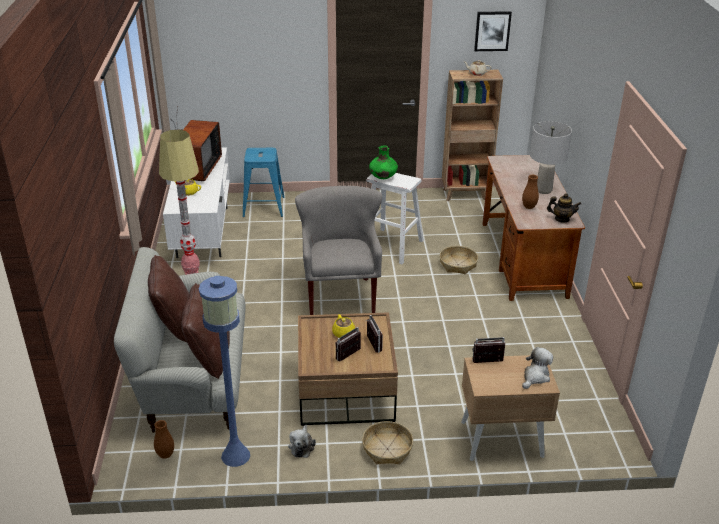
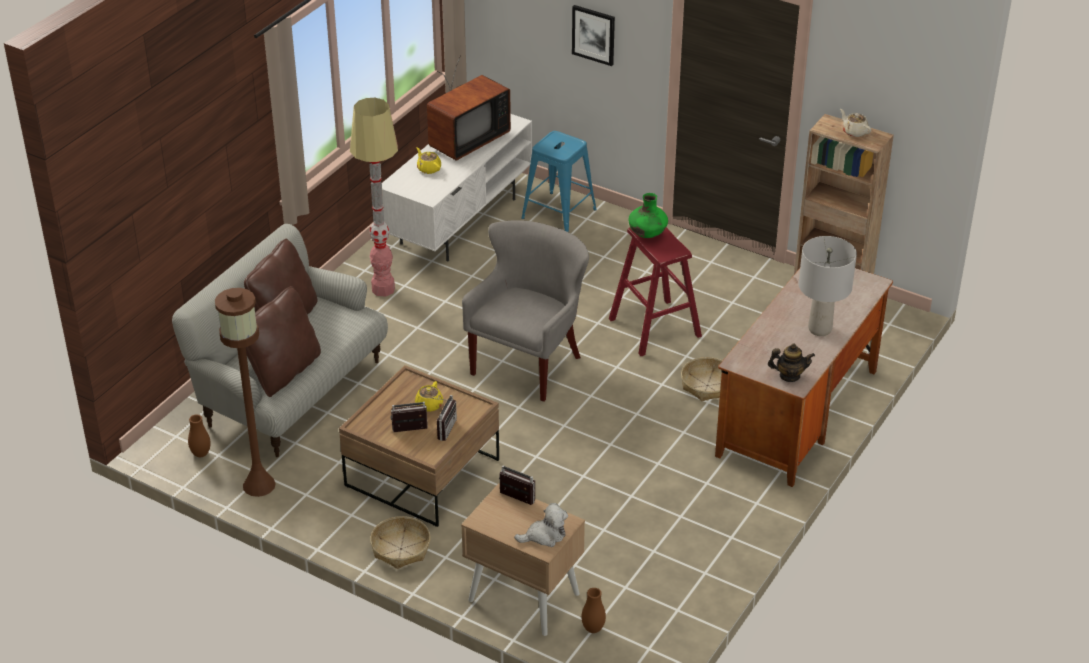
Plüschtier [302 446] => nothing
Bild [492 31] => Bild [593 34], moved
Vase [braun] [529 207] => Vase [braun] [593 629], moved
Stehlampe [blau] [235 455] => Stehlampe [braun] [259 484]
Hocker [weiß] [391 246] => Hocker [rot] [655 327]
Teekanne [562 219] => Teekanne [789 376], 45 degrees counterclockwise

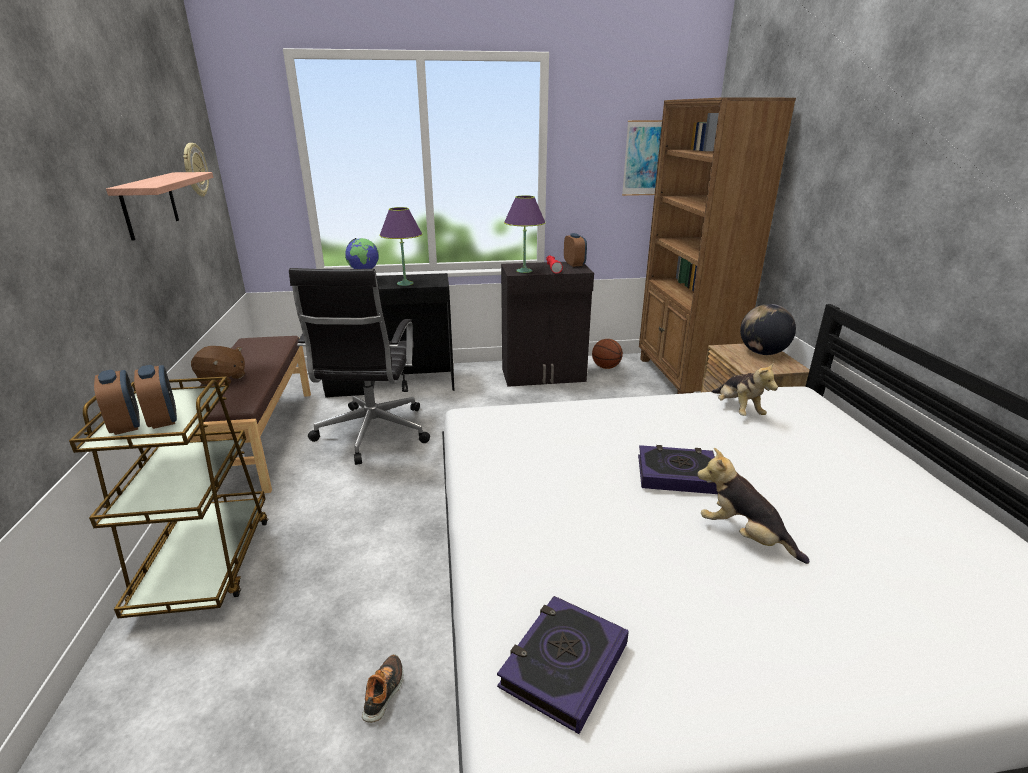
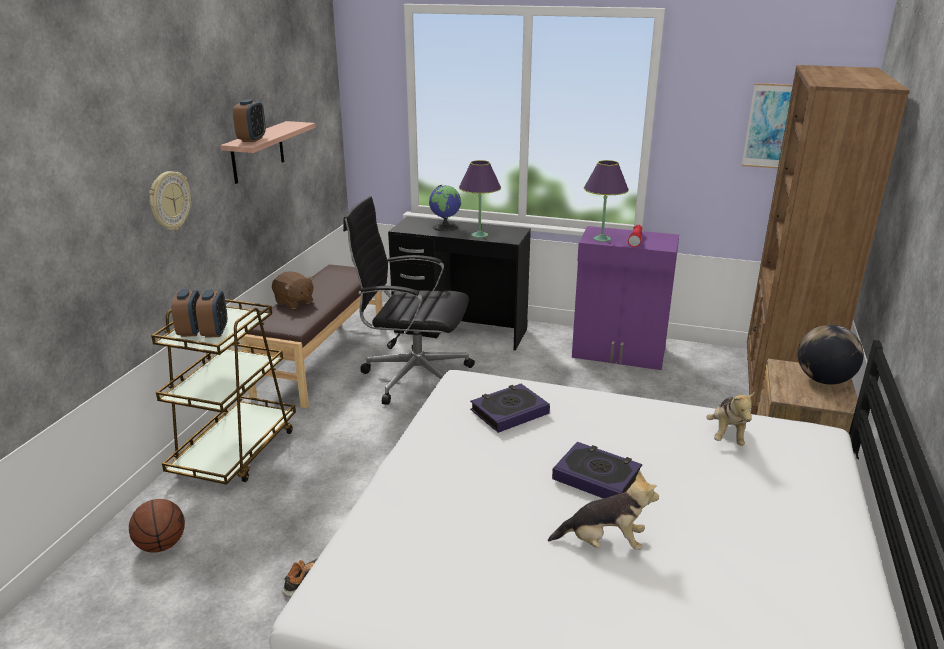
Wanduhr [194 170] => Wanduhr [169 201], moved
Buch [563 665] => Buch [509 412], moved
Wecker [574 264] => Wecker [252 139], moved
Basketball [605 367] => Basketball [161 545], moved
Schrank [schwarz] [544 375] => Schrank [lila] [619 353]
Bürostuhl [schwarz] [372 434] => Bürostuhl [schwarz] [414 377], 75 degrees clockwise
Plüschtier [744 536] => Plüschtier [604 543], 120 degrees clockwise

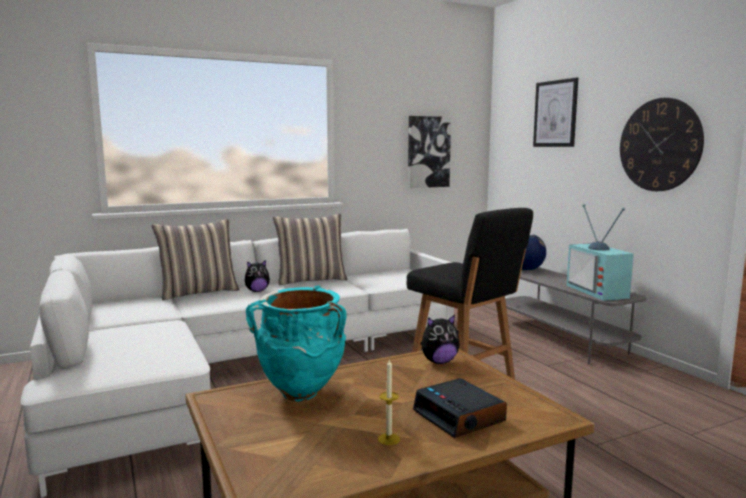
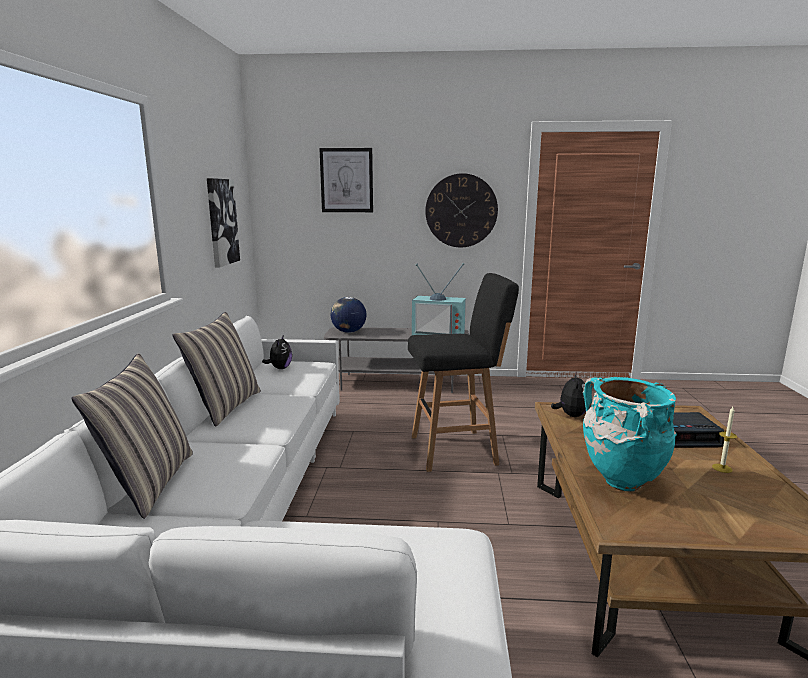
Plüschtier [257 291] => Plüschtier [280 368], moved

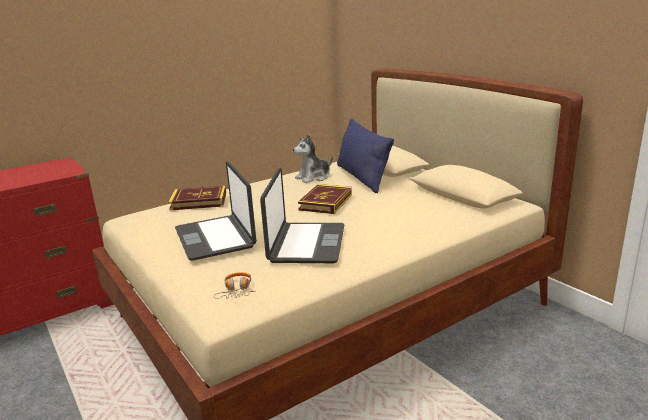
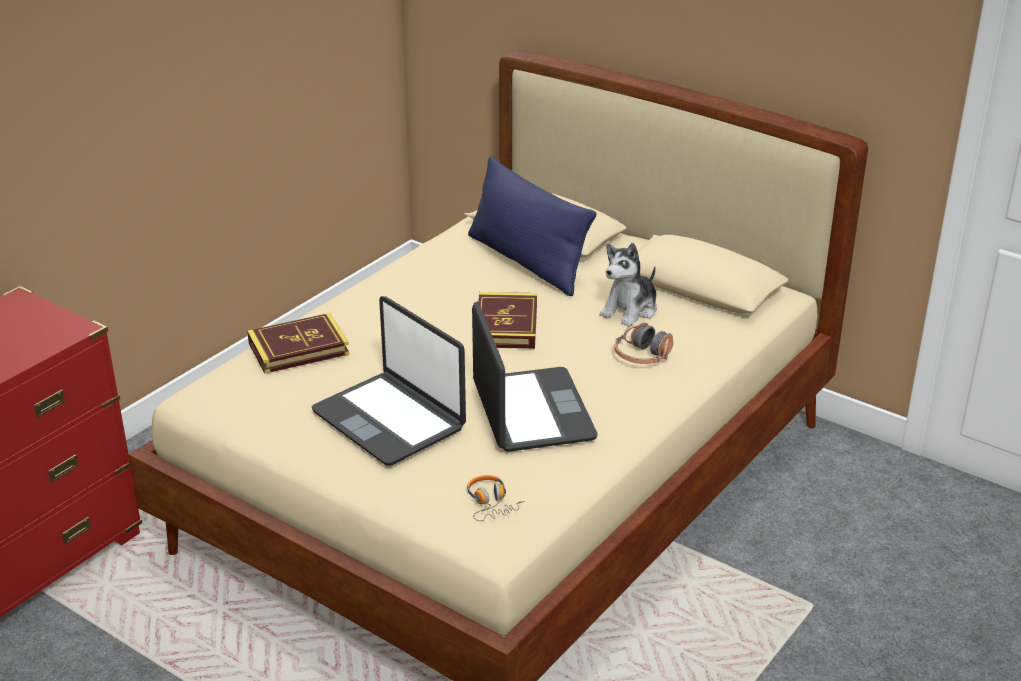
nothing => Kopfhörer [642 356]
Plüschtier [314 177] => Plüschtier [630 310], moved

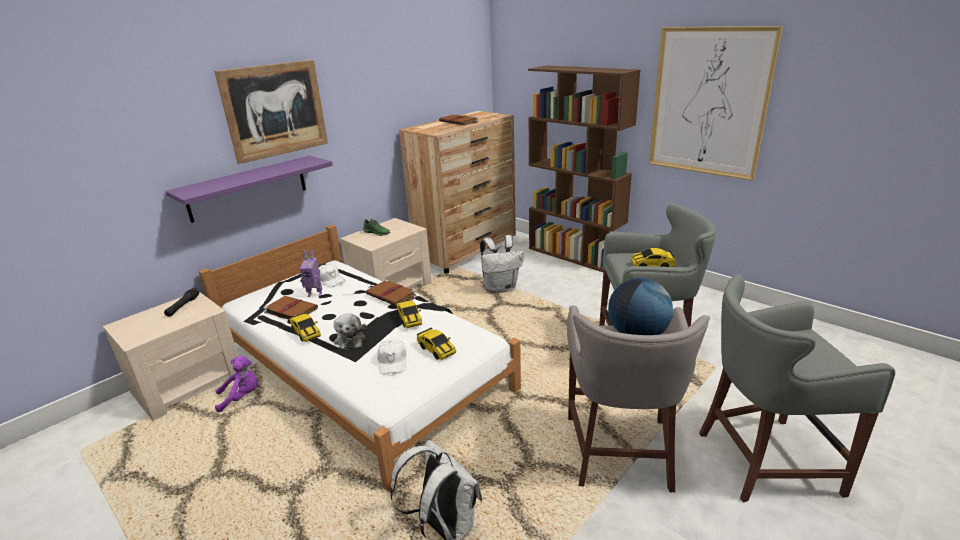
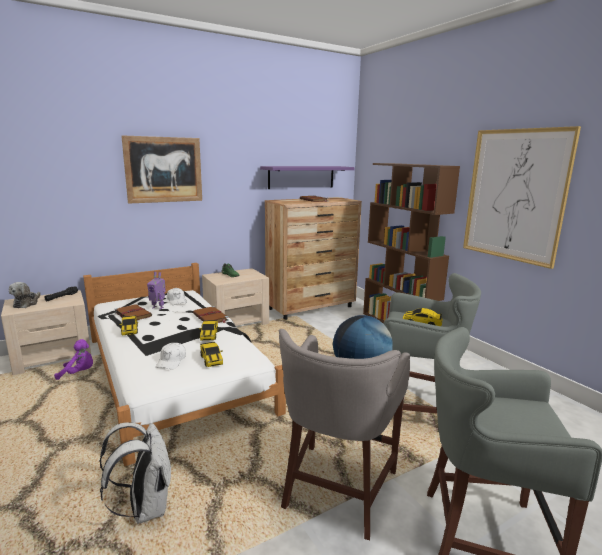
Rucksack [weiß] [501 288] => nothing
Wandregal [lila] [248 188] => Wandregal [lila] [301 177], moved
Plüschtier [350 339] => Plüschtier [27 303], moved

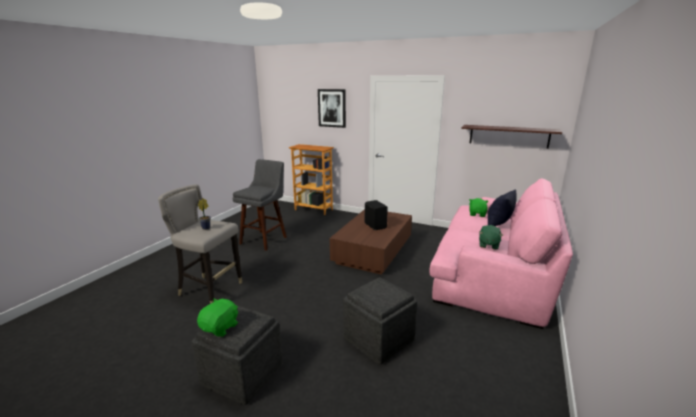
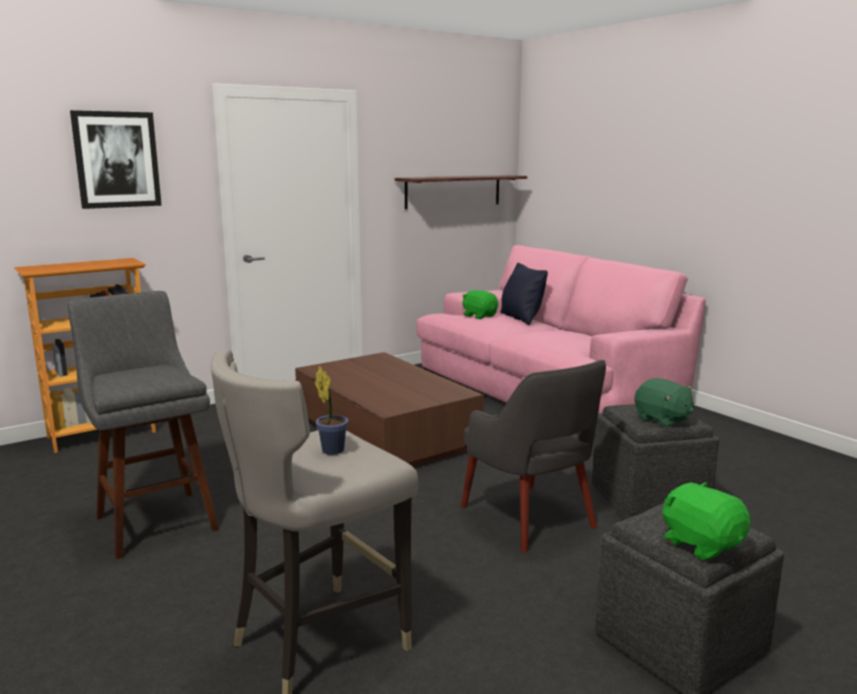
Lautsprecher [schwarz] [375 225] => nothing
nothing => Sessel [grau] [529 518]
Plüschtier [grün] [488 245] => Plüschtier [grün] [662 420], moved

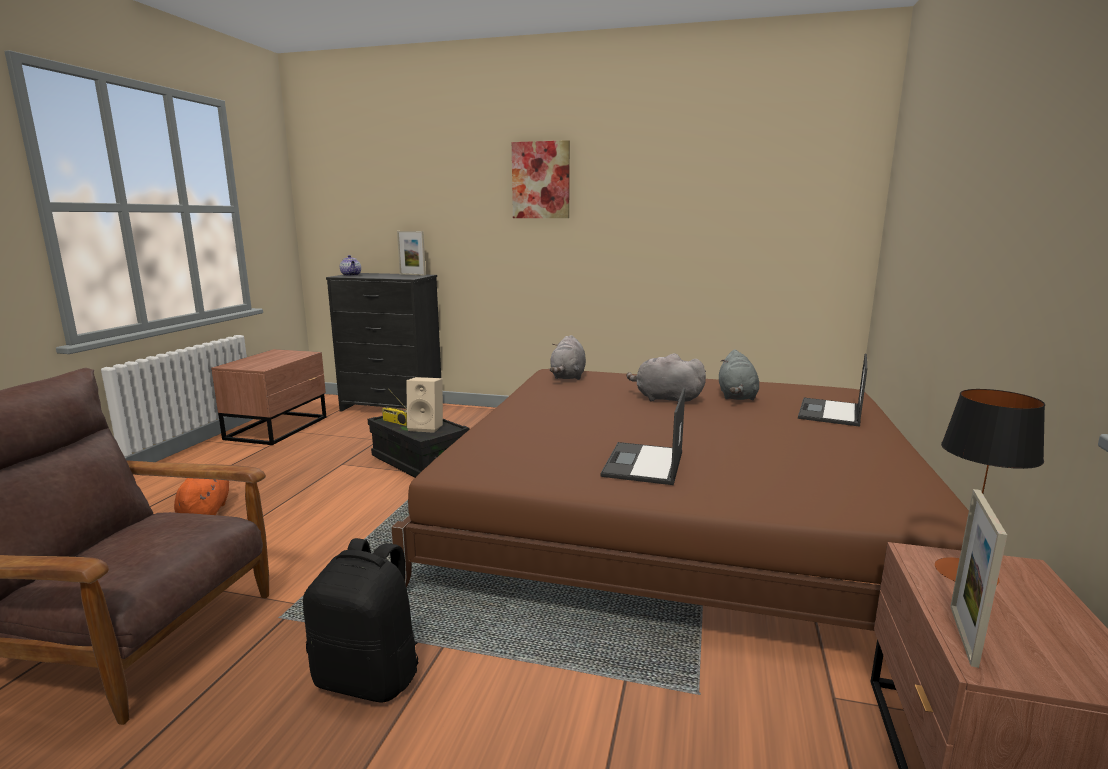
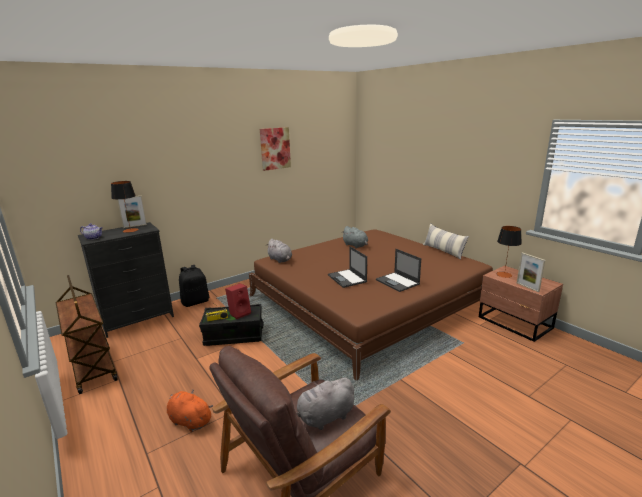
nothing => Tischlampe [130 230]
nothing => Kissen [443 251]
Rucksack [schwarz] [370 677] => Rucksack [schwarz] [195 302], moved
Bild [541 180] => Bild [275 148], moved
Plüschtier [grau] [665 399] => Plüschtier [grau] [324 417], moved
Laptop [830 413] => Laptop [347 278], moved
Nachttisch [braun] [279 428] => Rollwagen [braun] [92 366]
Lautsprecher [beige] [427 427] => Lautsprecher [rot] [240 313]

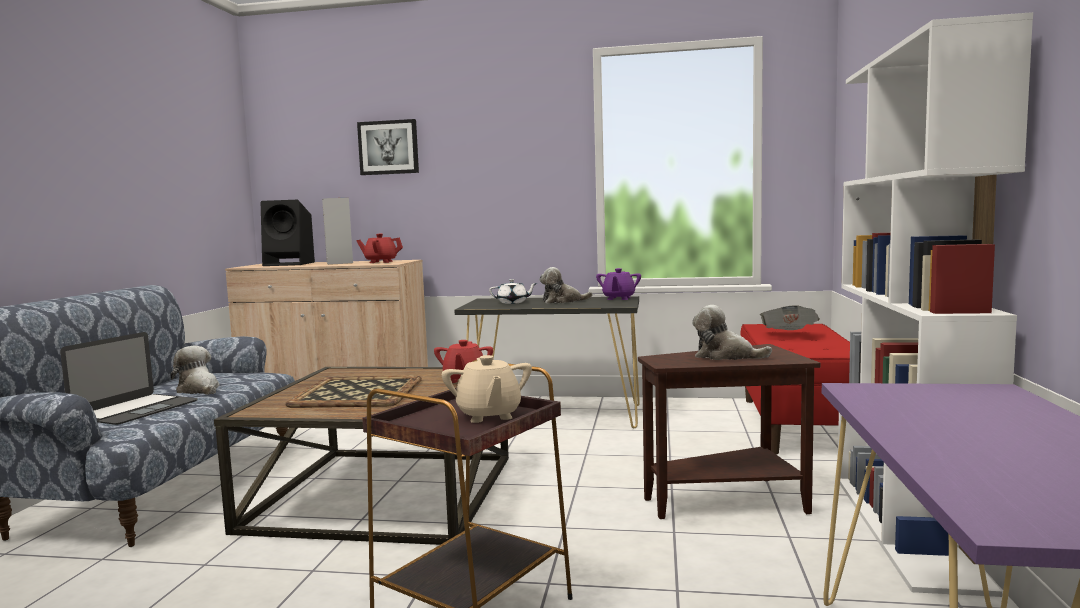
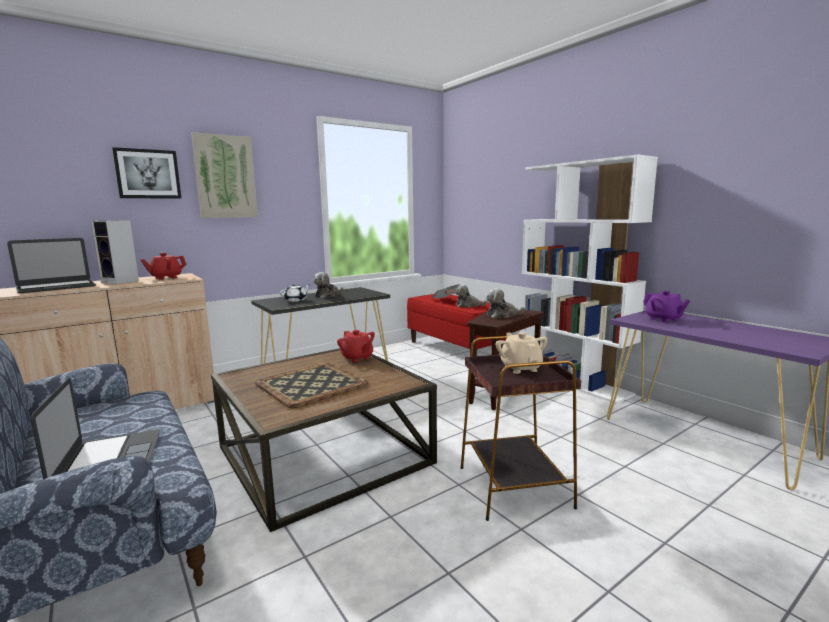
nothing => Bild [225 177]
Plüschtier [199 390] => Plüschtier [468 305], moved
Teekanne [lila] [618 298] => Teekanne [lila] [663 319], moved
Lautsprecher [schwarz] [290 264] => Laptop [57 287]
Teekanne [beige] [488 415] => Teekanne [beige] [520 368], 135 degrees counterclockwise

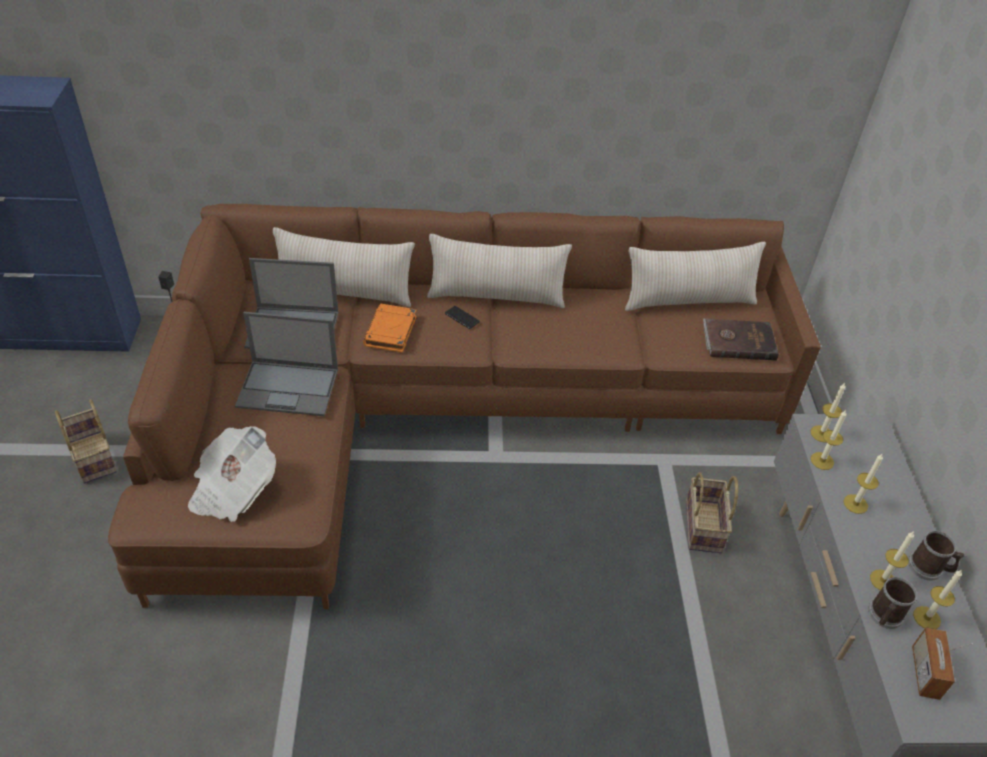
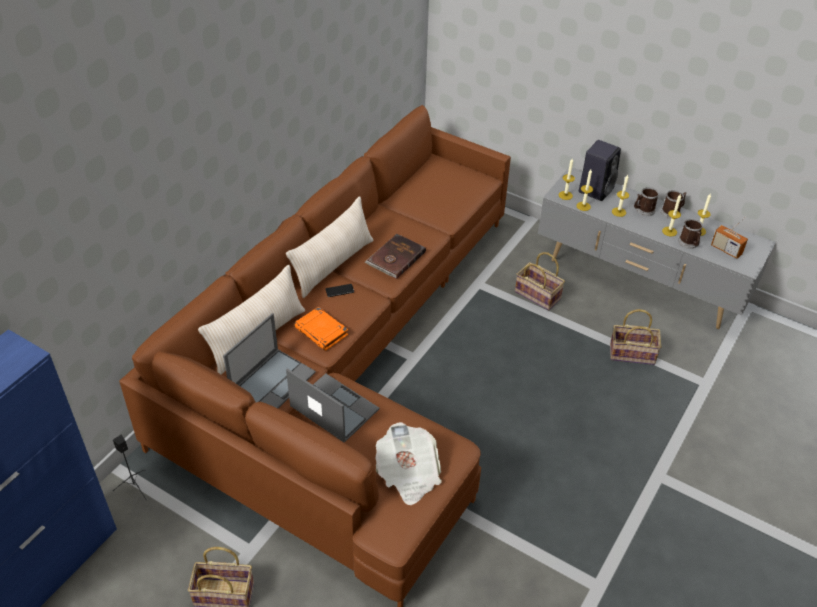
Kissen [beige] [688 301] => nothing
nothing => Lautsprecher [schwarz] [596 189]
nothing => Korb [633 353]
nothing => Henkelbecher [643 210]
Buch [braun] [738 341] => Buch [braun] [395 258], moved
Laptop [289 388] => Laptop [333 407], 90 degrees counterclockwise

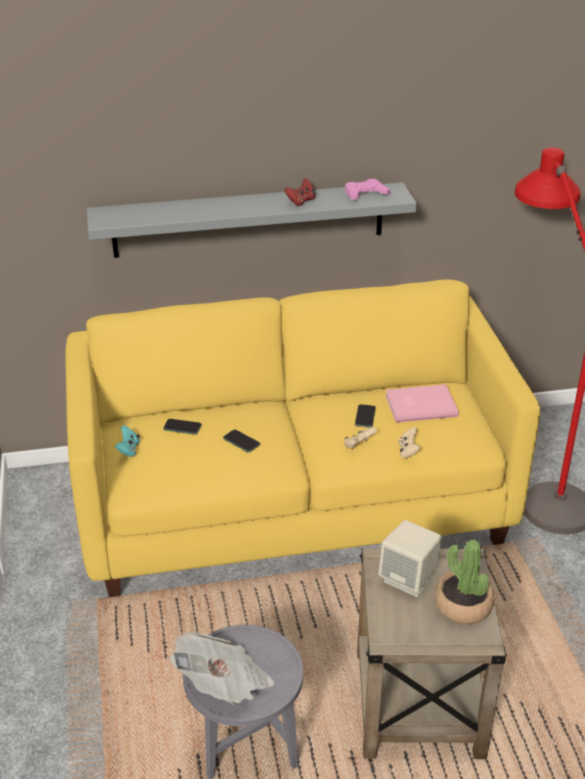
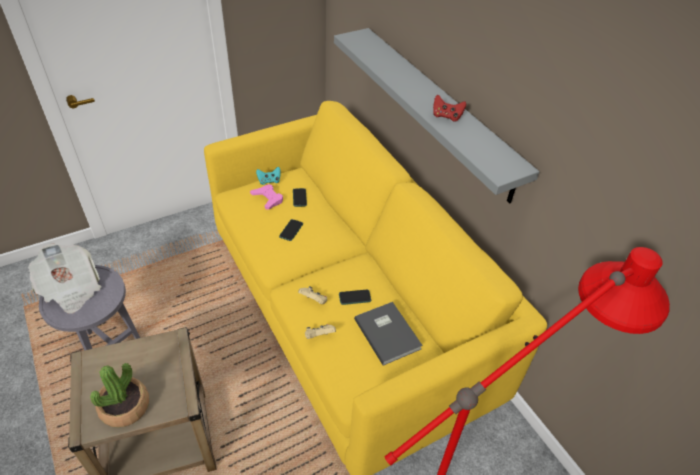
Lautsprecher [beige] [408 579] => nothing
Gamepad [rosa] [365 193] => Gamepad [rosa] [268 199], moved
Buch [rosa] [419 405] => Buch [grau] [388 333]

